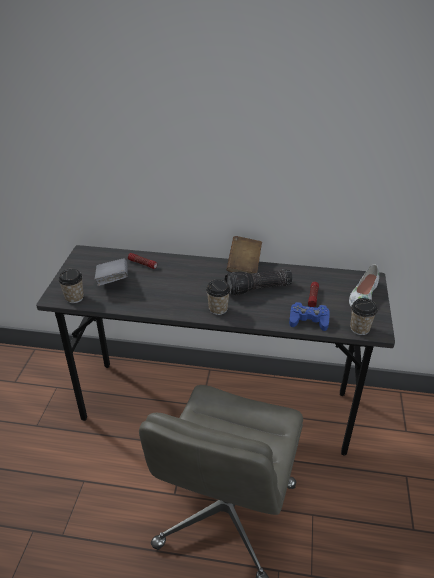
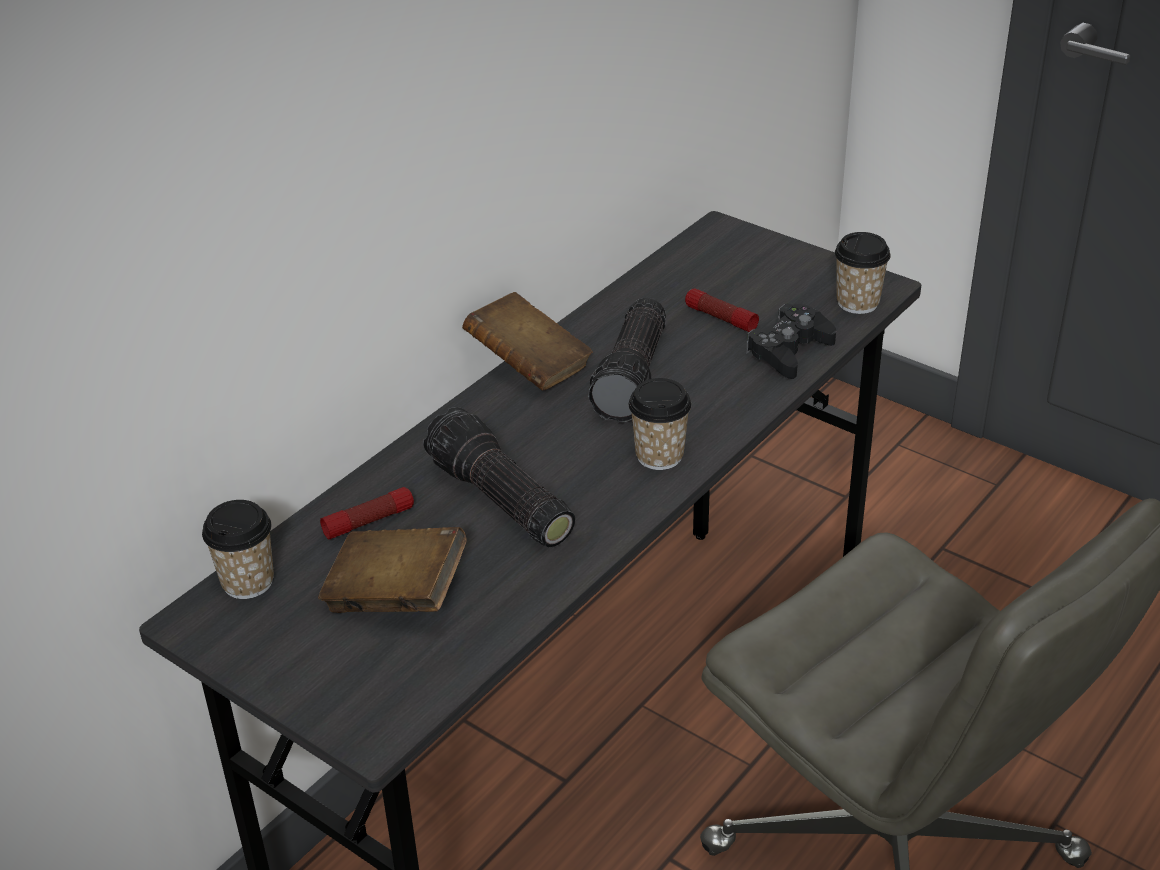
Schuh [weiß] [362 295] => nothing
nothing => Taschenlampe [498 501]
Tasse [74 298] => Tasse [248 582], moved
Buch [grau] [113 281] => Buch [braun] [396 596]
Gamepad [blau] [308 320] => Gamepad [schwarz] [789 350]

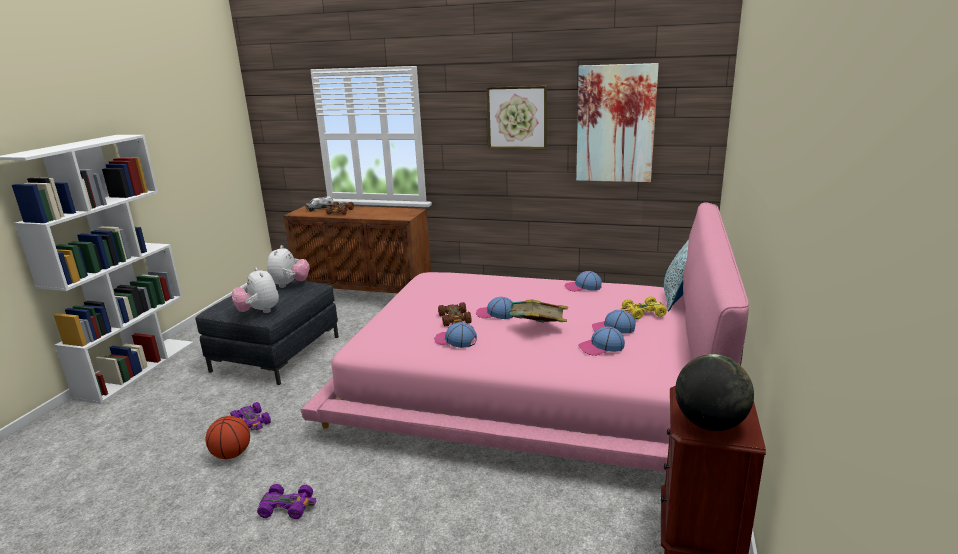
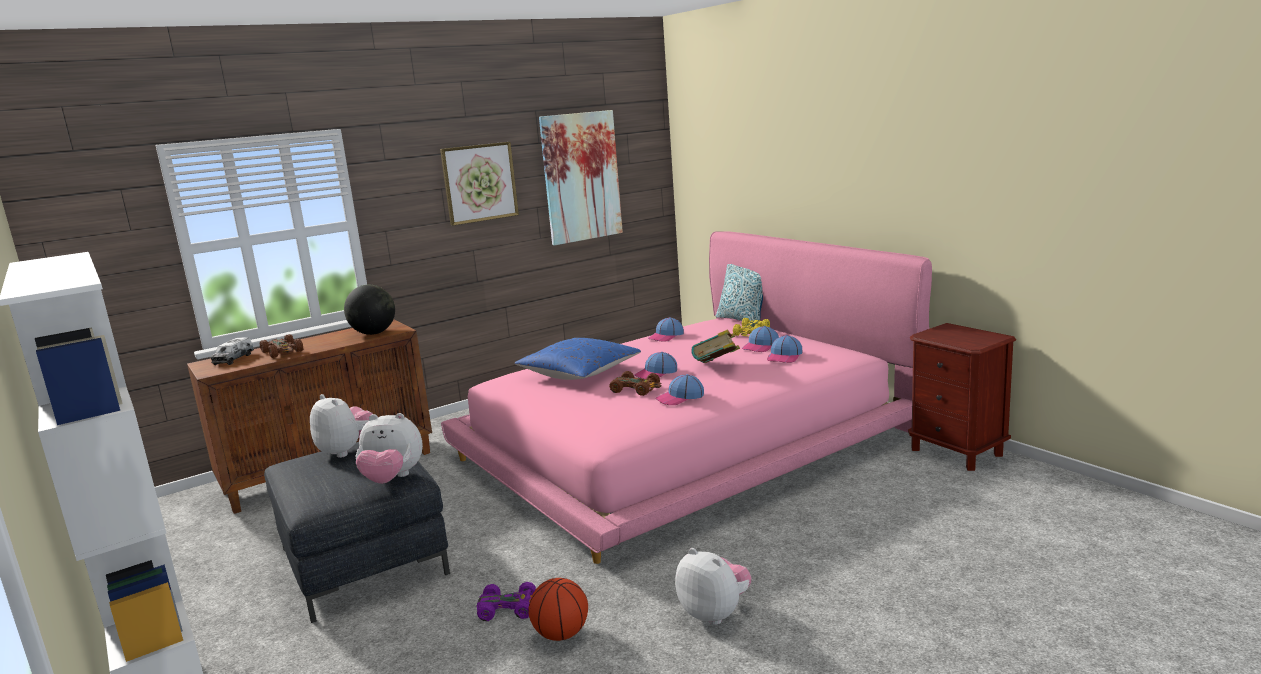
nothing => Kissen [blau] [579 373]
Globus [710 424] => Globus [374 333], moved
Spielzeugauto [lila] [288 506] => Plüschtier [715 613]

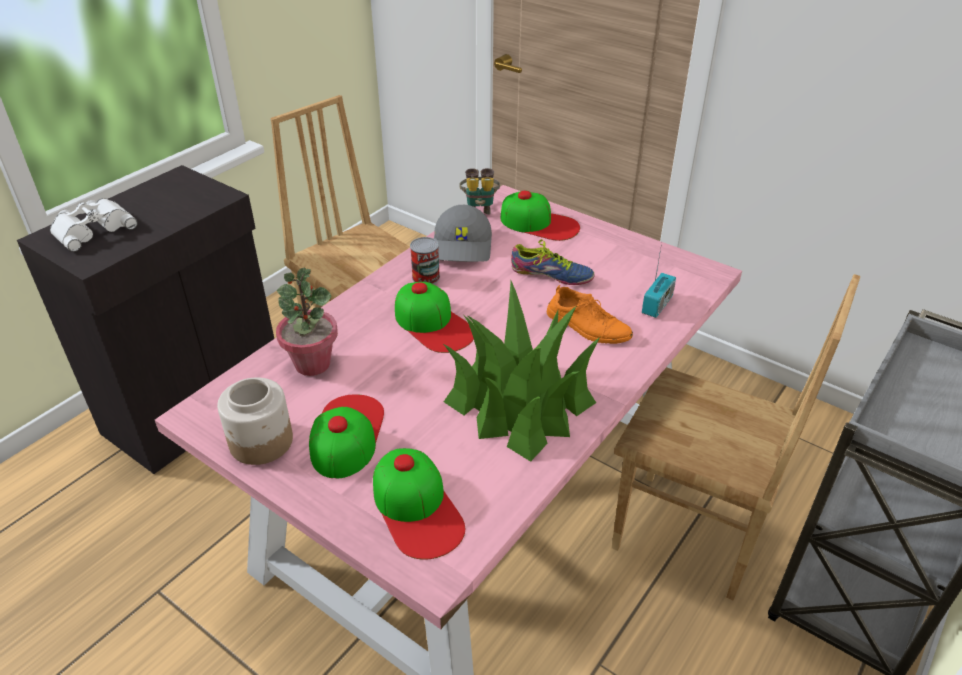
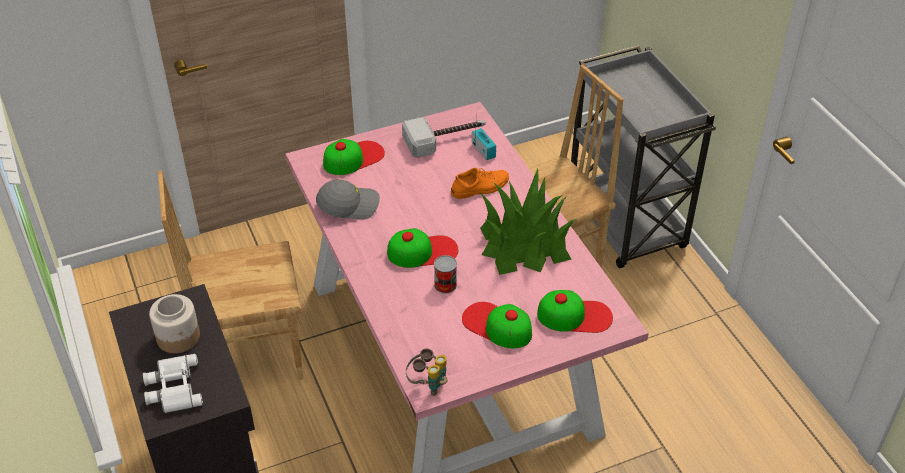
Topfpflanze [312 364] => nothing
Schuh [551 276] => nothing
nothing => Hammer [446 139]
Vorratsglas [261 442] => Vorratsglas [179 337], moved
Dose [426 277] => Dose [445 285], moved
Fernglas [479 208] => Fernglas [428 384], moved
Kappe [grau] [463 247] => Kappe [grau] [348 205], 45 degrees counterclockwise

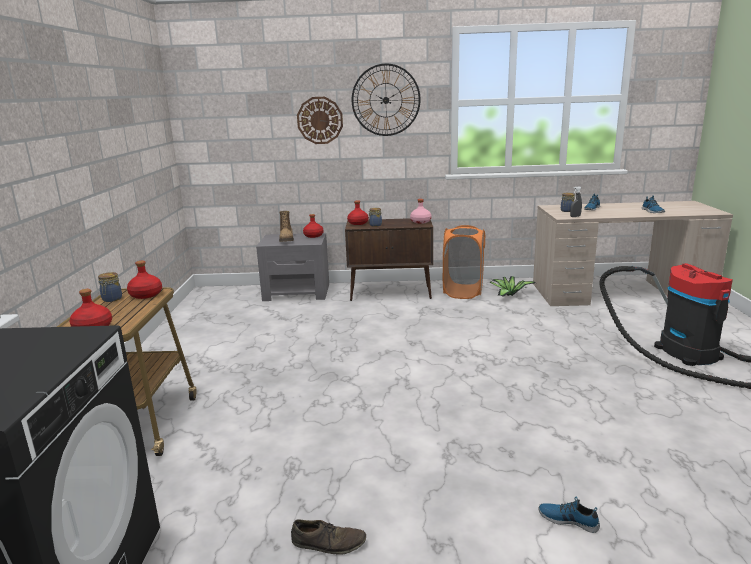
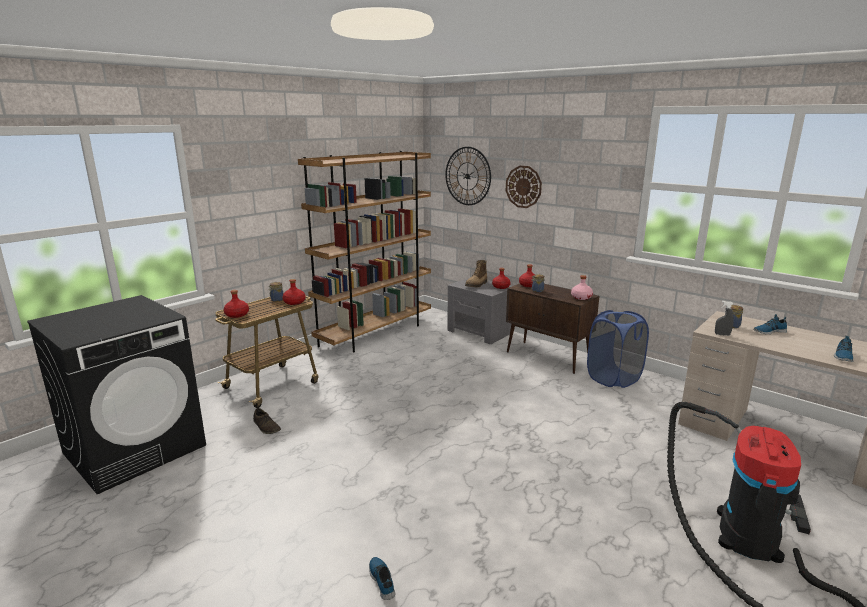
Topfpflanze [509 294] => nothing
nothing => Bücherregal [braun] [375 333]
Schuh [braun] [328 543] => Schuh [braun] [266 427], moved
Wanduhr [386 100] => Wanduhr [467 176], moved
Wäschekorb [orange] [463 292] => Wäschekorb [blau] [613 378]

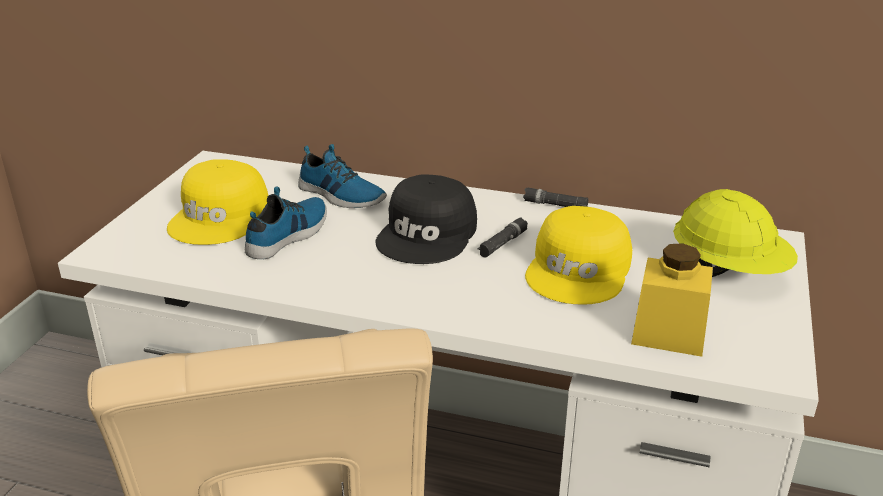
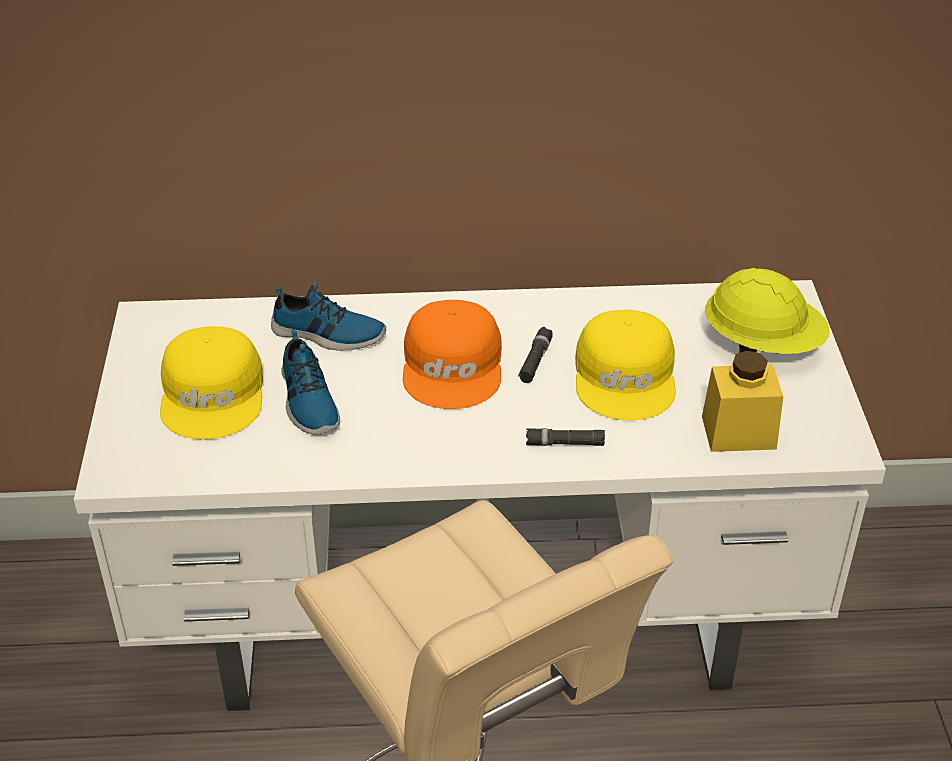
Taschenlampe [schwarz] [555 205] => Taschenlampe [schwarz] [564 443], moved
Kappe [schwarz] [429 234] => Kappe [orange] [454 366]
Schuh [289 235] => Schuh [307 401], 150 degrees clockwise

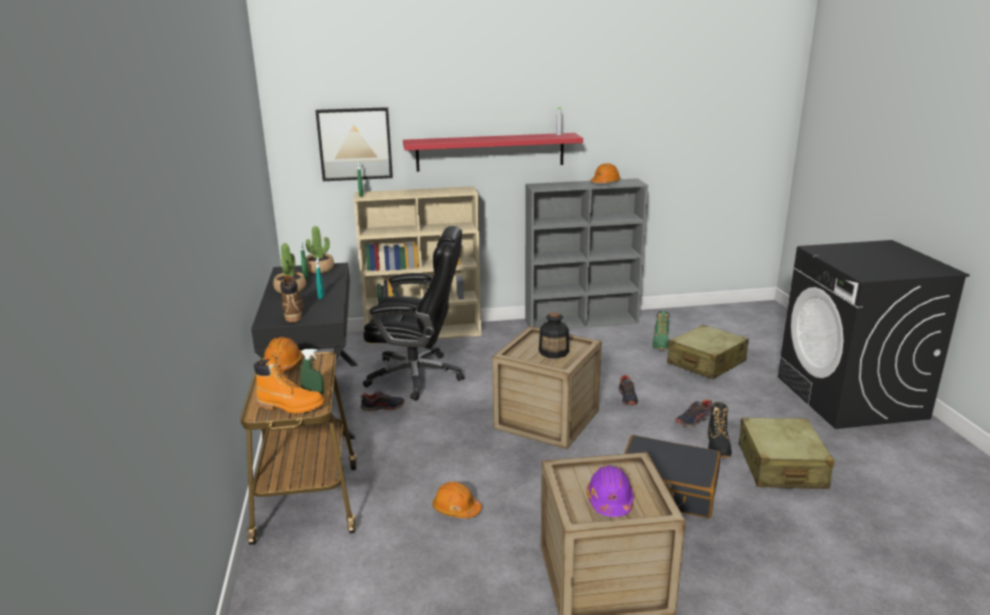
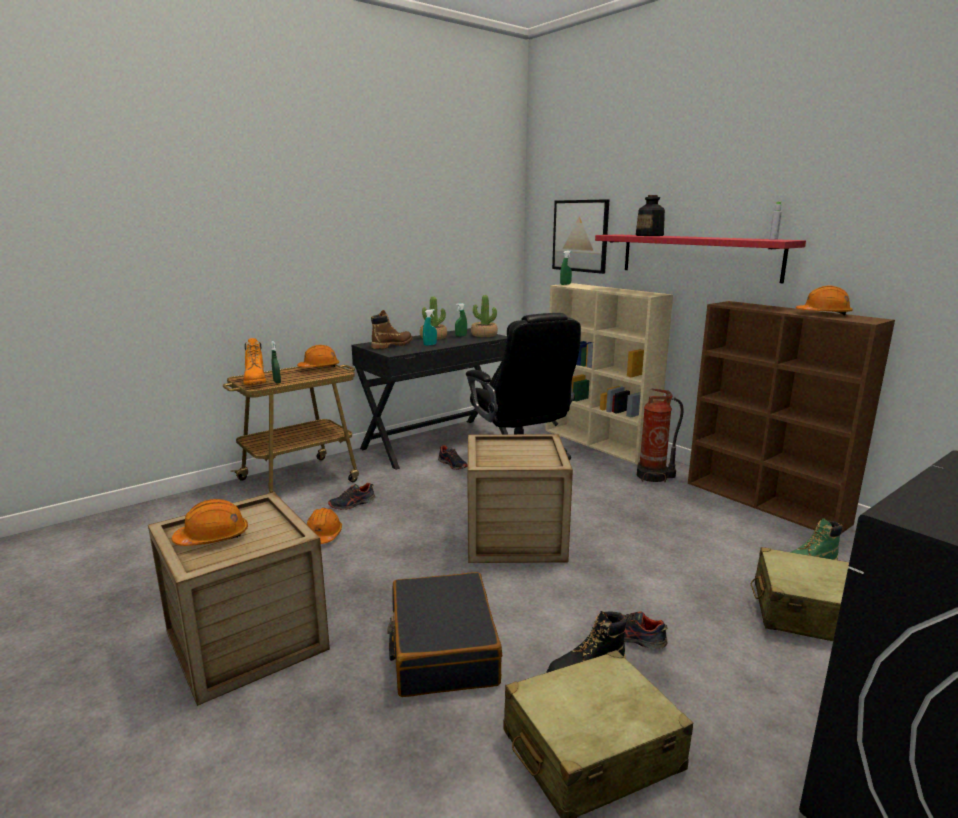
nothing => Feuerlöscher [653 477]
Flasche [554 352] => Flasche [649 235], moved
Schuh [627 398] => Schuh [352 504], moved
Bücherregal [grau] [582 321] => Bücherregal [braun] [766 503]
Schutzhelm [lila] [610 501] => Schutzhelm [orange] [213 538]

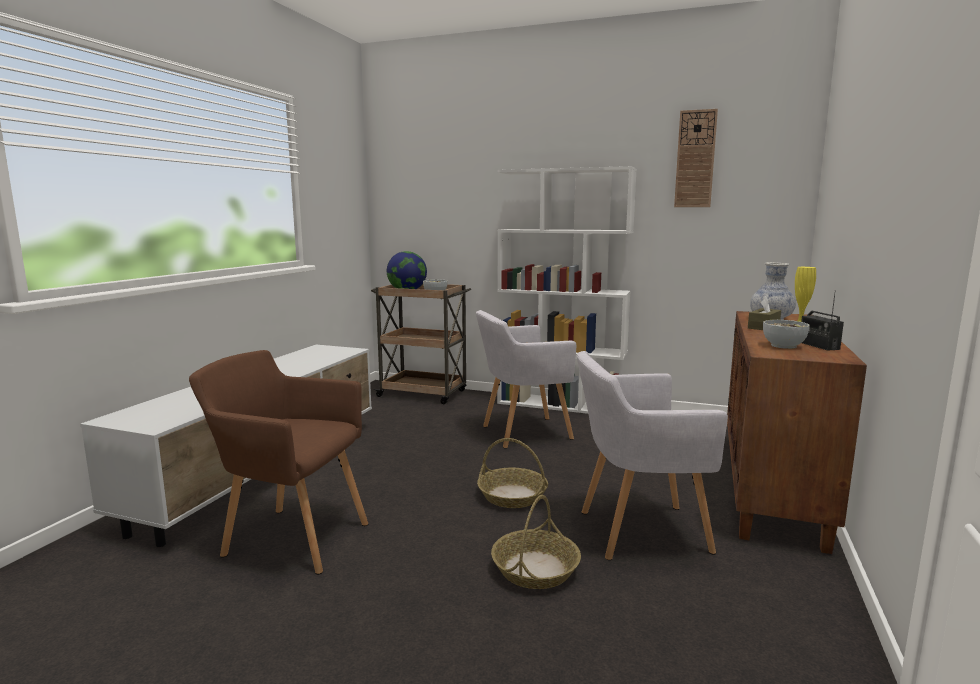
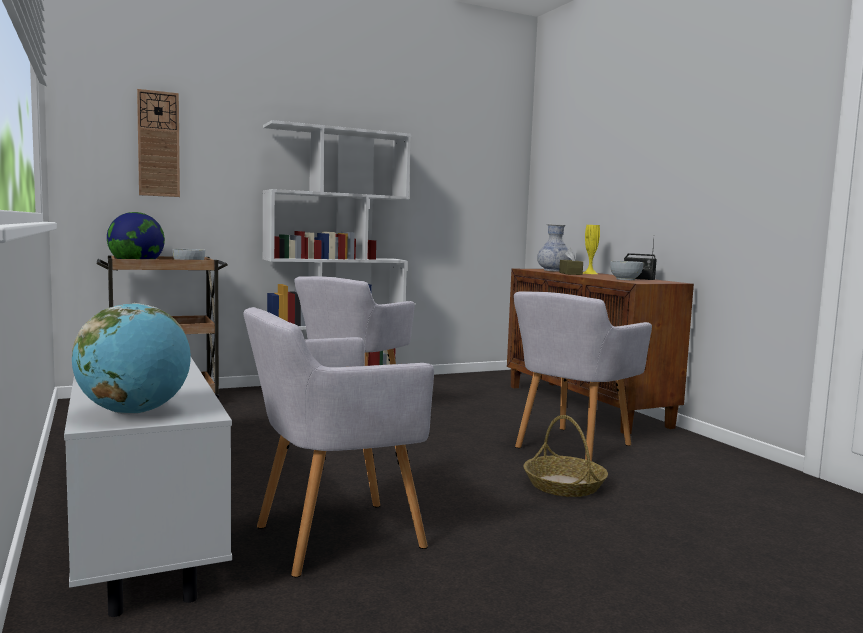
Korb [513 496] => nothing
nothing => Globus [134 412]
Wanduhr [695 159] => Wanduhr [158 144], moved
Sessel [braun] [291 537] => Sessel [grau] [330 537]

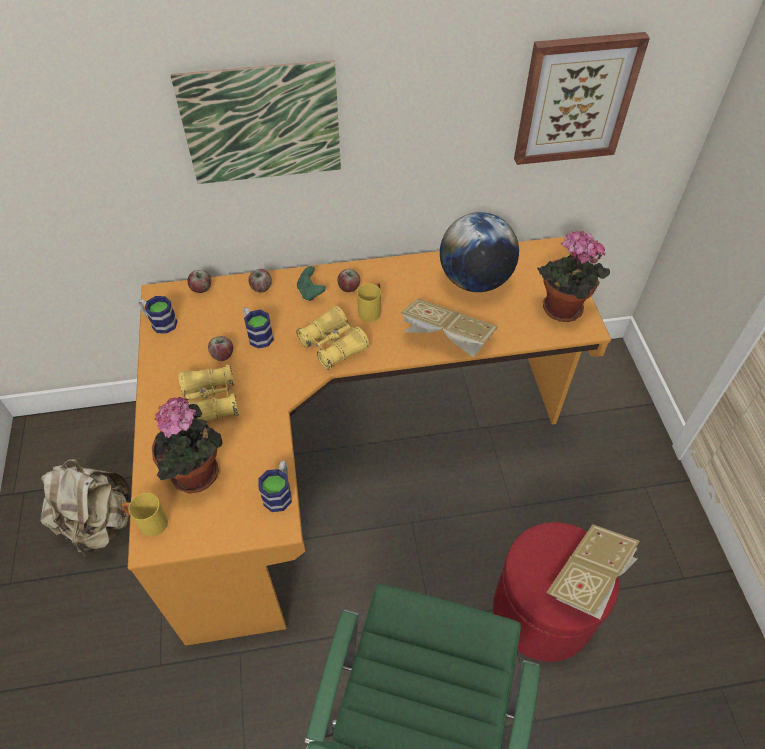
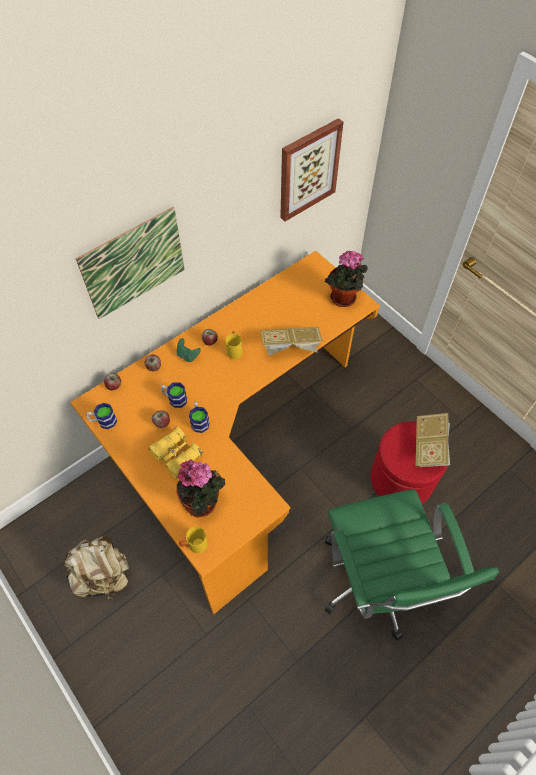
Fernglas [gelb] [333 345] => nothing
Globus [475 280] => nothing
Henkelbecher [279 492] => Henkelbecher [199 421], moved

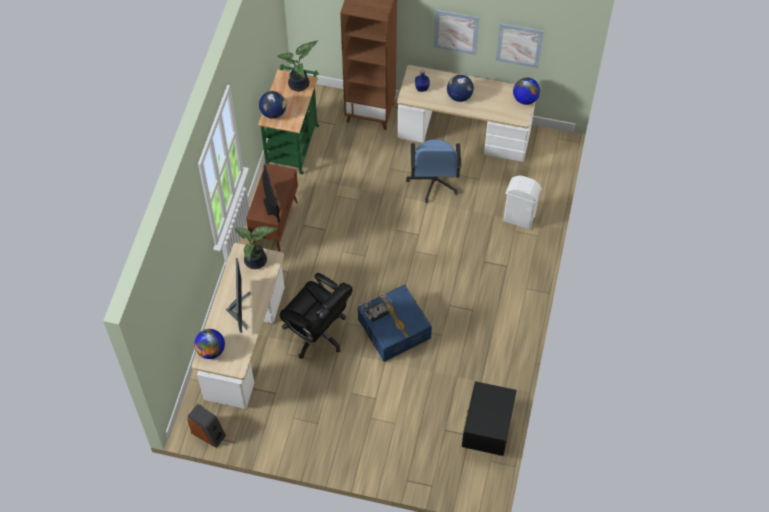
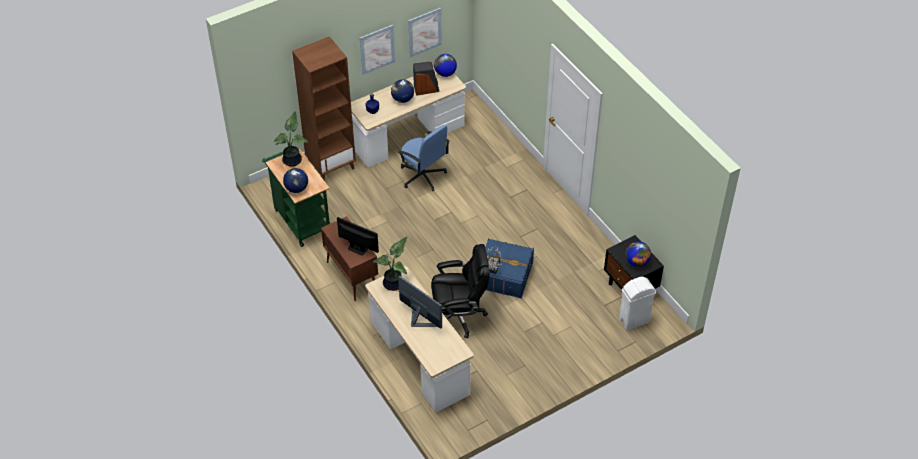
Lautsprecher [208 433] => Lautsprecher [426 89], moved
Globus [211 350] => Globus [636 262], moved
Mülleimer [weiß] [519 219] => Mülleimer [weiß] [634 321], moved

